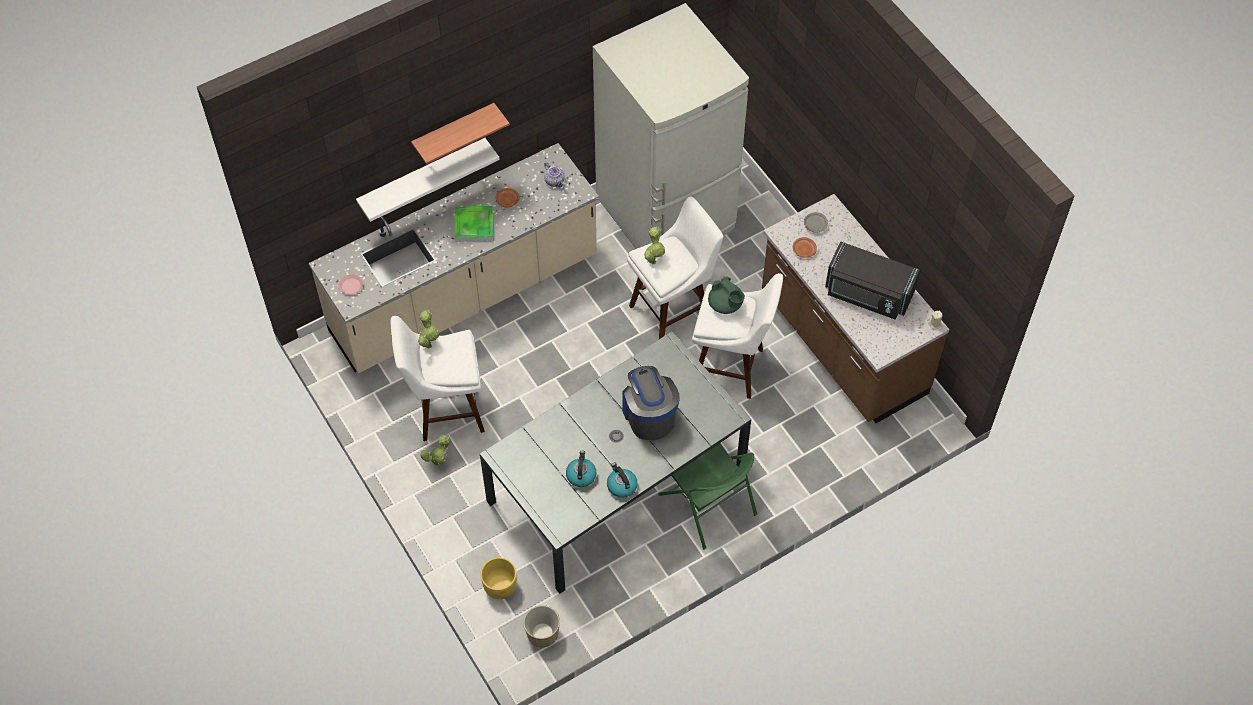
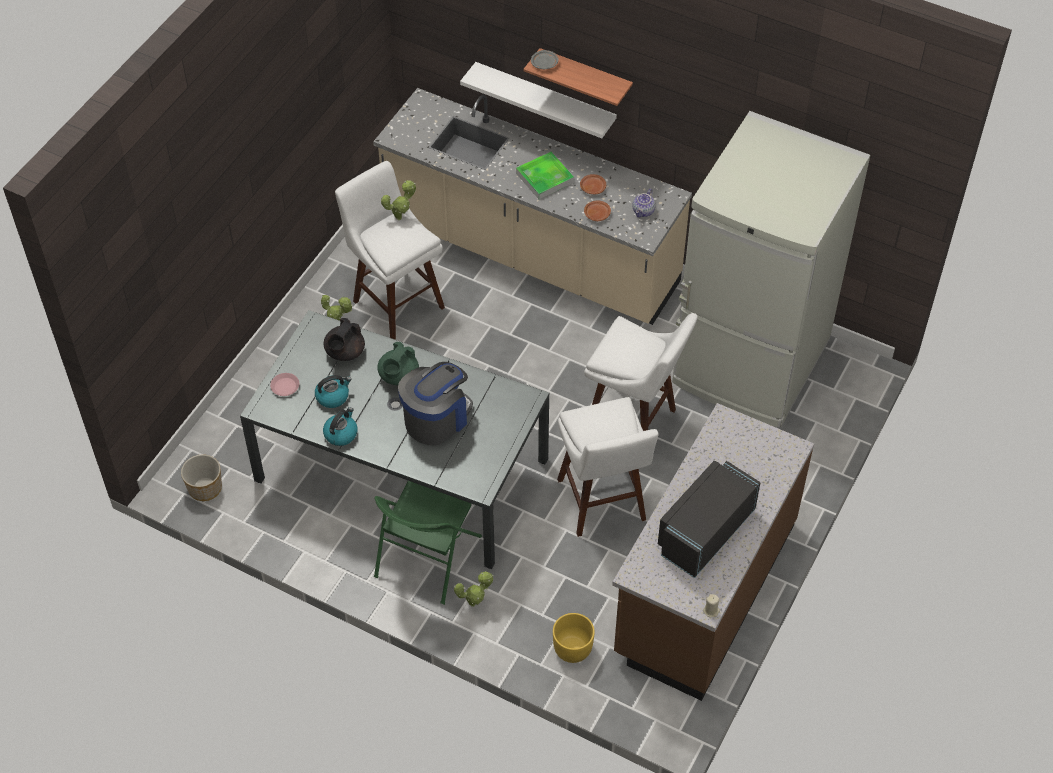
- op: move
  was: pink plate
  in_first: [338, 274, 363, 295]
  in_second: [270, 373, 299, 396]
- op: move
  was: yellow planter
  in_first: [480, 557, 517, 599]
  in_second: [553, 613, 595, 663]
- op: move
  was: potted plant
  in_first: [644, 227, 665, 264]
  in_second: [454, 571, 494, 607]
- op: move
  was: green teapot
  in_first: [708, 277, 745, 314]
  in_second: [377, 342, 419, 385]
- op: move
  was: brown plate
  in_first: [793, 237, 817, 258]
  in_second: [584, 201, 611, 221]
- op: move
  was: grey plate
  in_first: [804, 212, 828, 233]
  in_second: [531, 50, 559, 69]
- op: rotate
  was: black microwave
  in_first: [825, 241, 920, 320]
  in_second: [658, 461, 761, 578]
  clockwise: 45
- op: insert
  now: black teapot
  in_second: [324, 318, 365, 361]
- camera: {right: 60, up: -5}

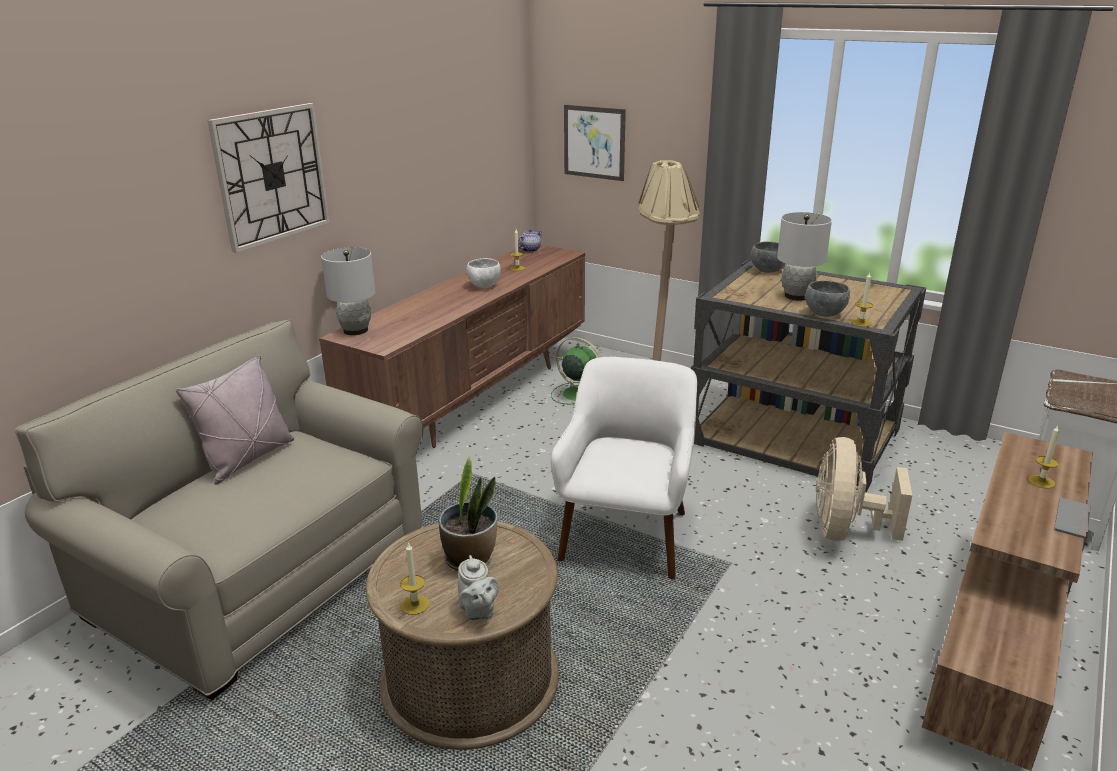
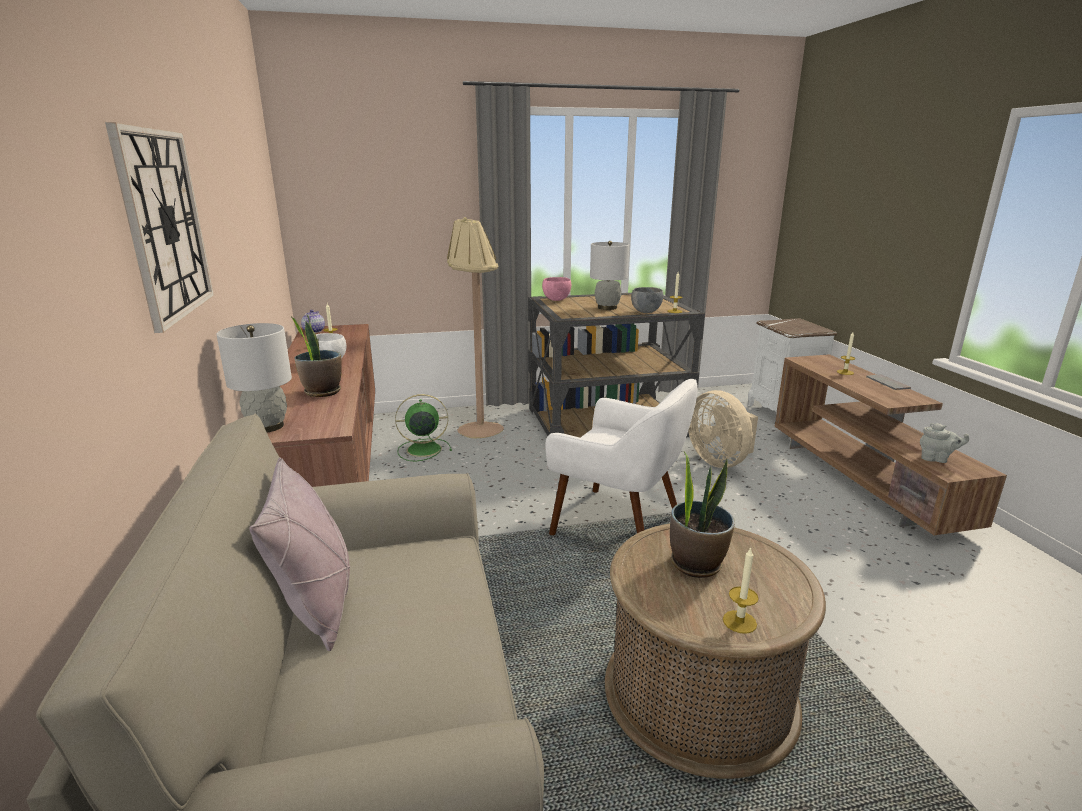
- op: move
  was: grey teapot
  in_first: [458, 555, 499, 621]
  in_second: [920, 423, 969, 463]
- op: rotate
  was: white armchair
  in_first: [551, 357, 697, 579]
  in_second: [545, 379, 698, 535]
  clockwise: 150
- op: delete
  was: picture
  in_first: [564, 105, 626, 181]
- op: recolor
  was: grey bowl
  now: pink bowl
  in_first: [751, 242, 786, 273]
  in_second: [542, 277, 571, 301]
- op: insert
  now: potted plant
  in_second: [290, 315, 342, 397]
- camera: {right: -45, up: -5}

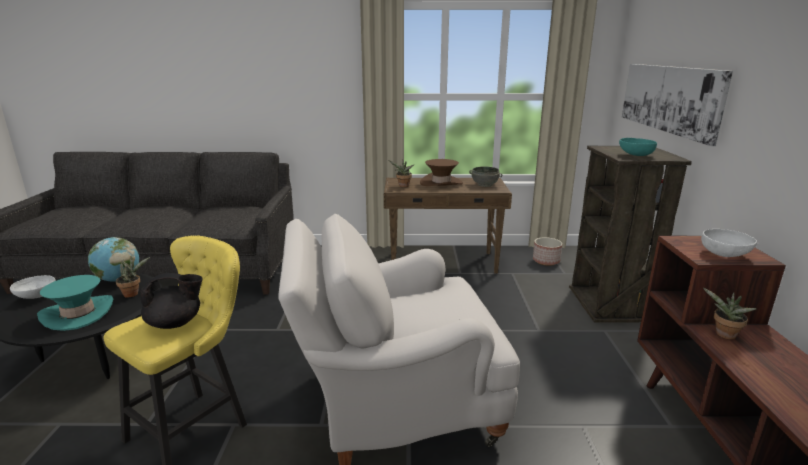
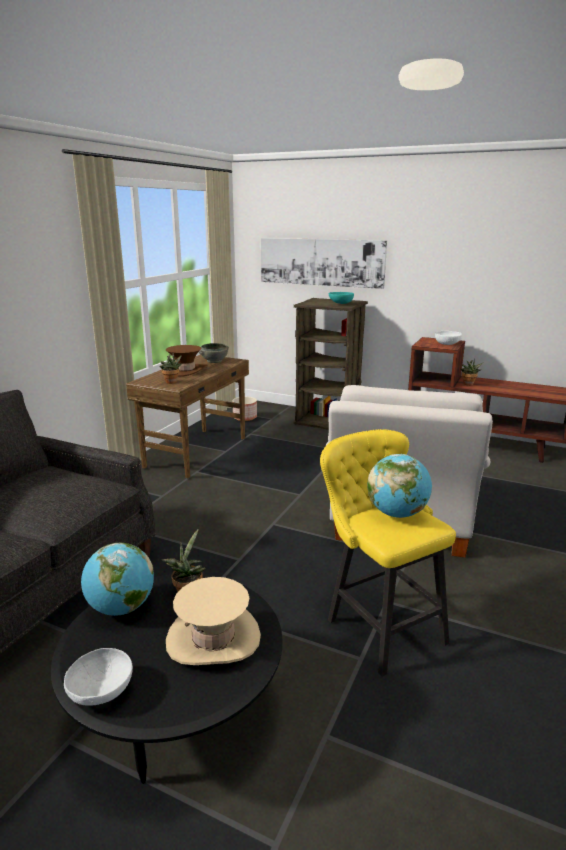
- op: recolor
  was: turquoise hat
  now: beige hat
  in_first: [37, 275, 113, 331]
  in_second: [166, 577, 261, 665]
- op: replace
  was: black teapot
  now: globe
  in_first: [140, 273, 203, 329]
  in_second: [368, 454, 432, 518]
- camera: {right: -65, up: 0}

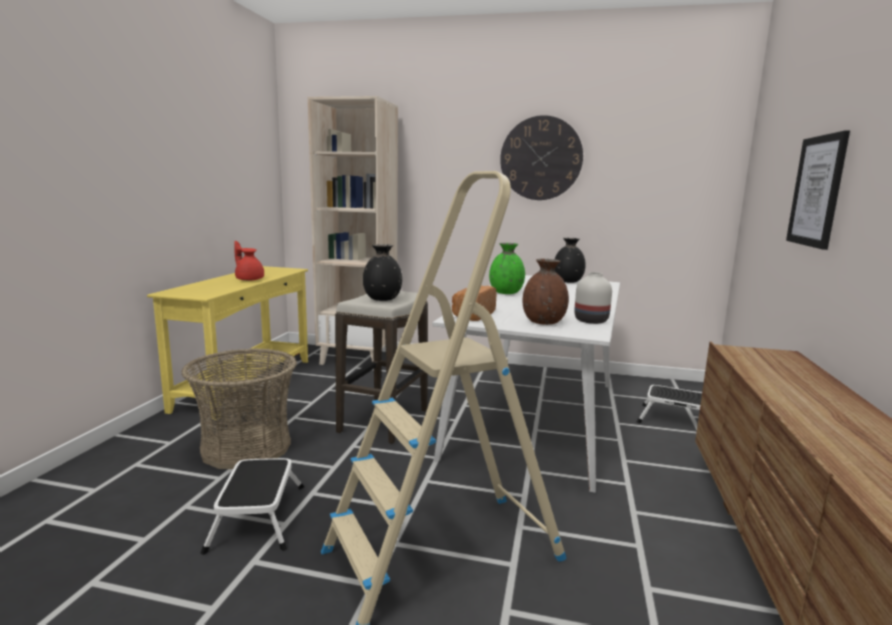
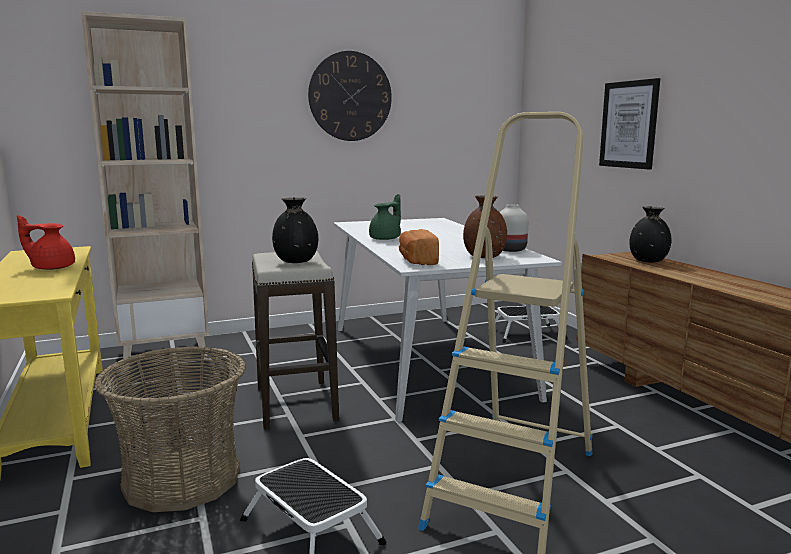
- op: replace
  was: green vase
  now: green teapot
  in_first: [489, 243, 525, 294]
  in_second: [369, 194, 401, 240]
- op: move
  was: black vase
  in_first: [555, 238, 586, 283]
  in_second: [629, 206, 672, 262]
- camera: {right: -35, up: 0}

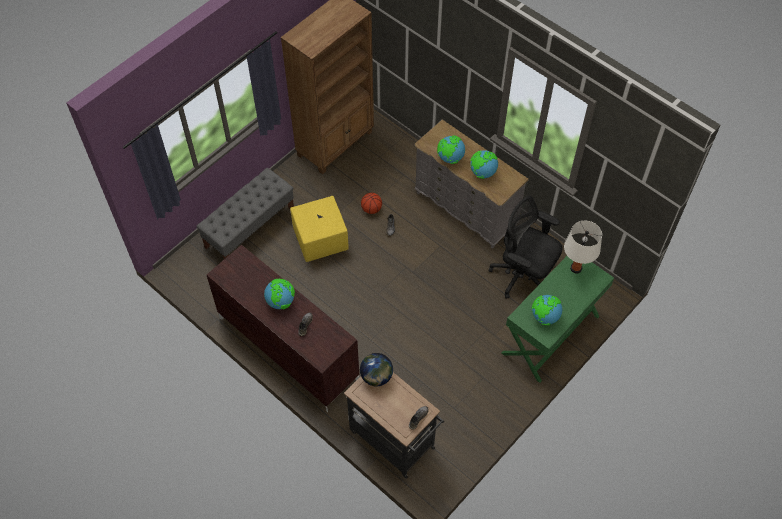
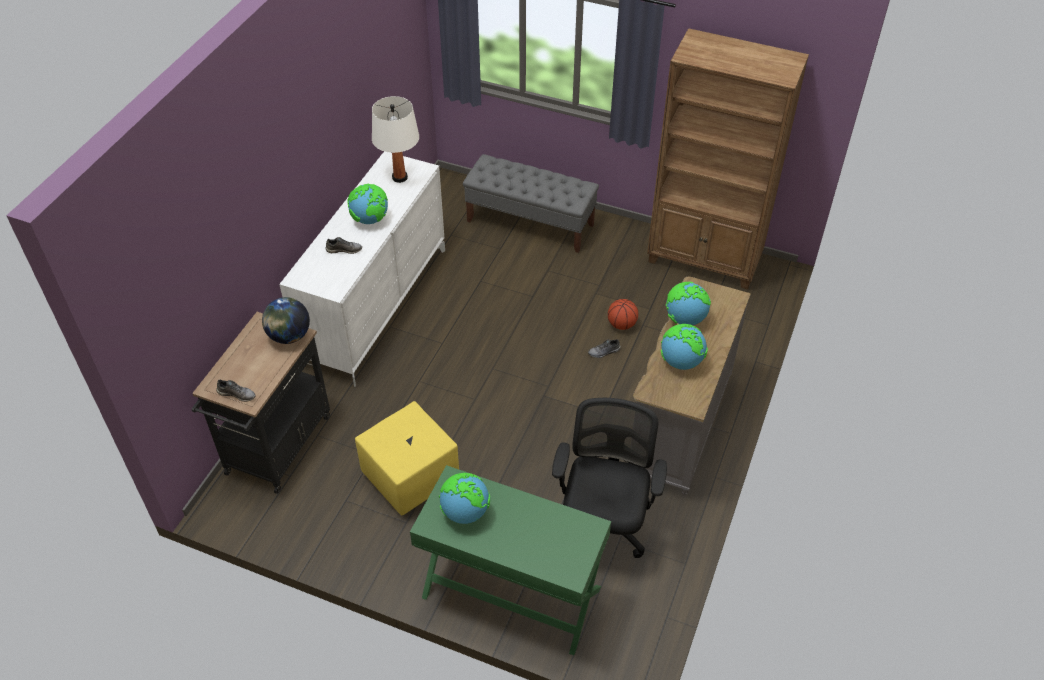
- op: recolor
  was: brown dresser
  now: white dresser
  in_first: [207, 245, 359, 412]
  in_second: [279, 151, 445, 387]
- op: move
  was: yellow ottoman
  in_first: [290, 196, 349, 262]
  in_second: [355, 401, 459, 515]
- op: move
  was: white table lamp
  in_first: [564, 221, 602, 273]
  in_second: [372, 96, 419, 183]
- camera: {right: 70, up: -10}

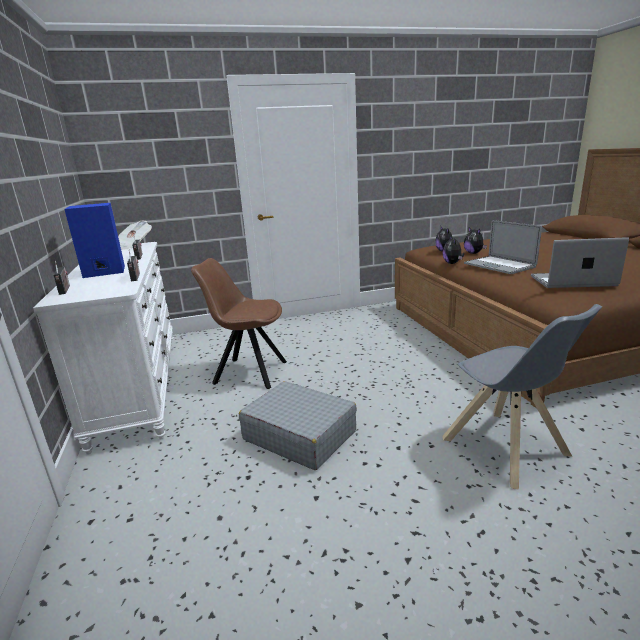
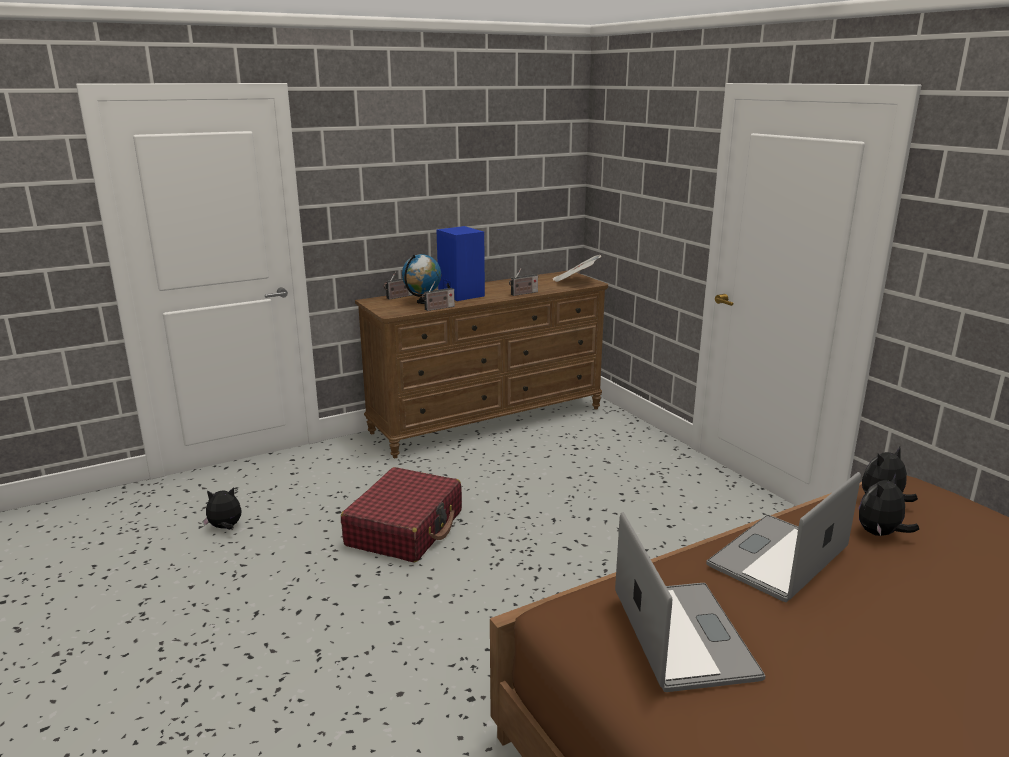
- op: recolor
  was: white dresser
  now: brown dresser
  in_first: [33, 242, 174, 455]
  in_second: [355, 271, 608, 458]
- op: delete
  was: brown chair
  in_first: [191, 258, 287, 389]
- op: recolor
  was: grey suitcase
  now: red suitcase
  in_first: [239, 381, 357, 470]
  in_second: [341, 467, 462, 563]
- op: delete
  was: grey chair
  in_first: [442, 304, 602, 490]
- op: move
  was: plush toy
  in_first: [443, 236, 464, 264]
  in_second: [202, 487, 242, 530]
- op: insert
  now: globe
  in_second: [402, 254, 441, 304]
- camera: {right: 75, up: 0}

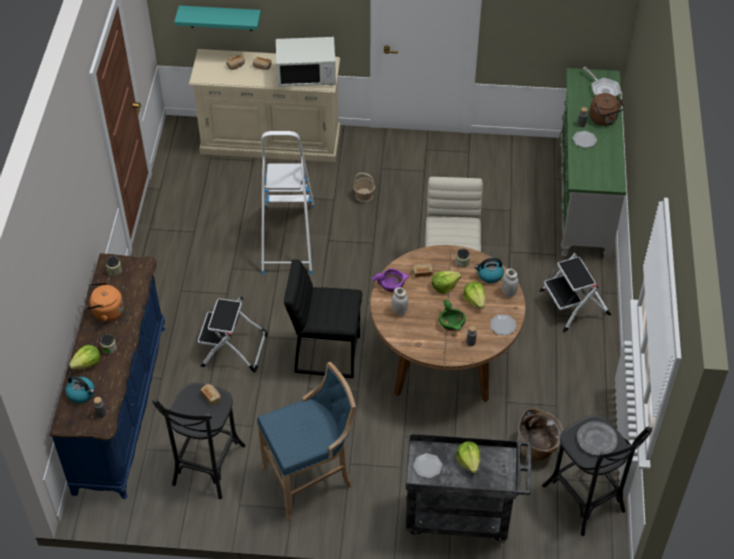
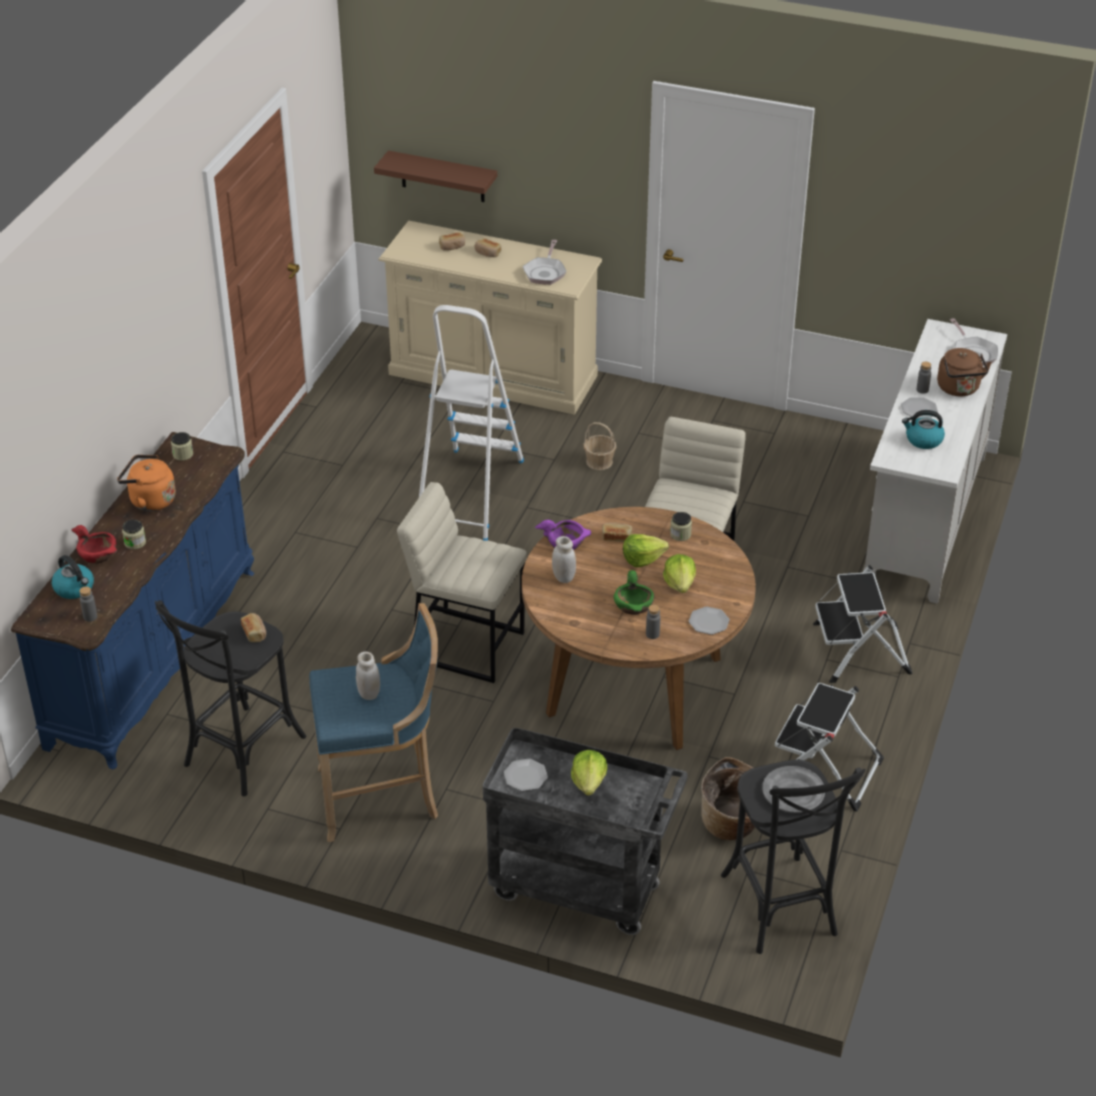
- op: replace
  was: lettuce
  now: red bowl
  in_first: [69, 345, 100, 369]
  in_second: [72, 525, 117, 563]
- op: recolor
  was: turquoise shelf
  now: brown shelf
  in_first: [174, 6, 261, 31]
  in_second: [374, 151, 497, 202]
- op: move
  was: step ladder
  in_first: [198, 297, 268, 373]
  in_second: [775, 683, 884, 812]
- op: replace
  was: white microwave
  now: frying pan
  in_first: [276, 37, 336, 87]
  in_second: [523, 240, 566, 285]
- op: recolor
  was: black chair
  now: beige chair
  in_first: [284, 259, 362, 378]
  in_second: [397, 482, 527, 683]
- op: move
  was: kettle
  in_first: [474, 258, 504, 283]
  in_second: [902, 410, 945, 449]
- op: move
  was: white jar
  in_first: [502, 269, 518, 297]
  in_second: [356, 652, 380, 700]
- op: recolor
  was: green dresser
  now: white dresser
  in_first: [559, 68, 626, 260]
  in_second: [863, 319, 1007, 604]
- camera: {right: 15, up: -10}

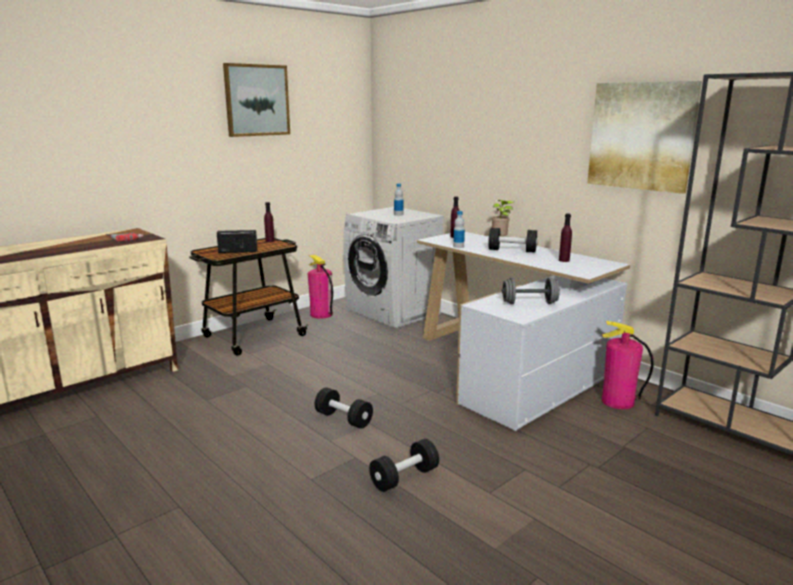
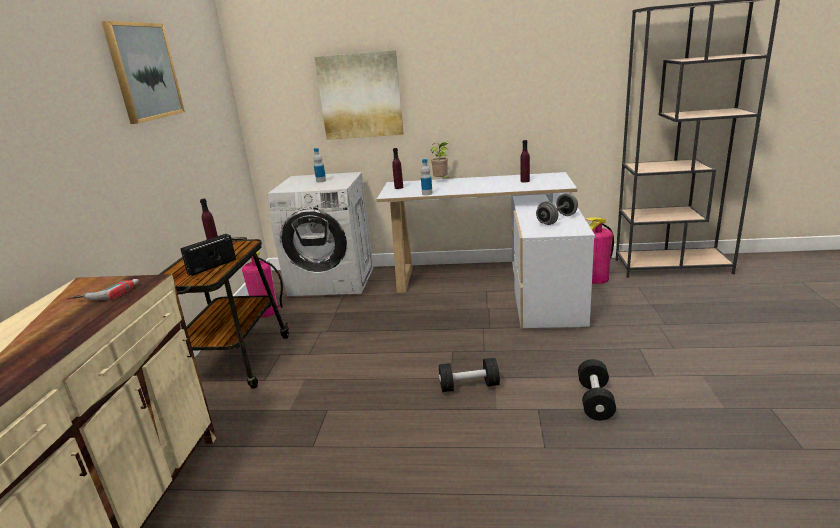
- op: delete
  was: black dumbbell
  in_first: [489, 228, 538, 253]
- op: move
  was: picture
  in_first: [587, 81, 702, 194]
  in_second: [315, 50, 404, 140]
- camera: {right: -40, up: 5}

